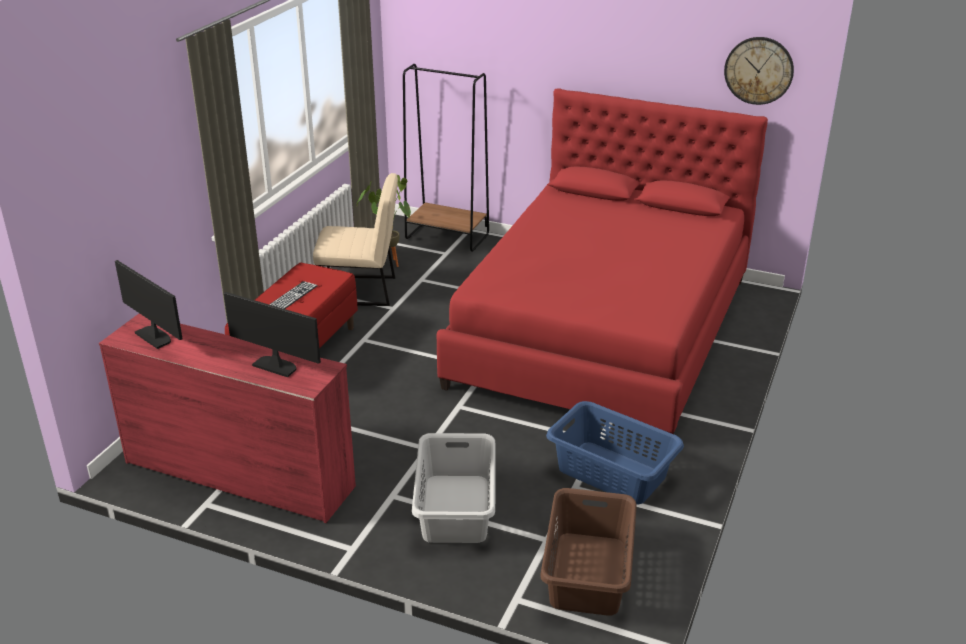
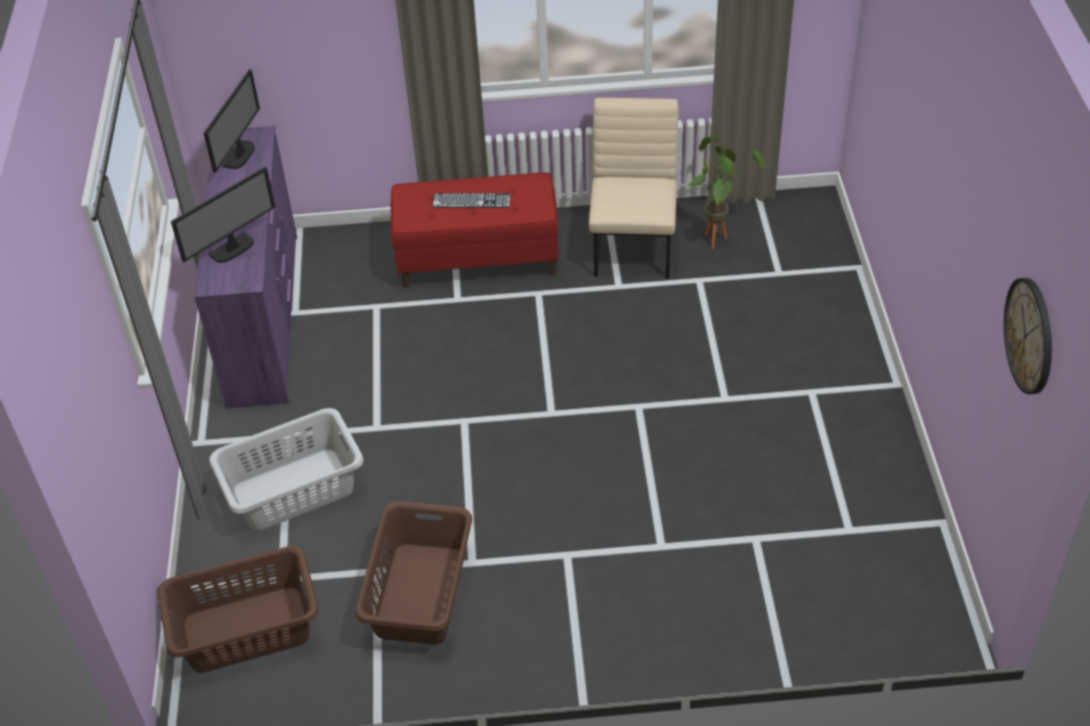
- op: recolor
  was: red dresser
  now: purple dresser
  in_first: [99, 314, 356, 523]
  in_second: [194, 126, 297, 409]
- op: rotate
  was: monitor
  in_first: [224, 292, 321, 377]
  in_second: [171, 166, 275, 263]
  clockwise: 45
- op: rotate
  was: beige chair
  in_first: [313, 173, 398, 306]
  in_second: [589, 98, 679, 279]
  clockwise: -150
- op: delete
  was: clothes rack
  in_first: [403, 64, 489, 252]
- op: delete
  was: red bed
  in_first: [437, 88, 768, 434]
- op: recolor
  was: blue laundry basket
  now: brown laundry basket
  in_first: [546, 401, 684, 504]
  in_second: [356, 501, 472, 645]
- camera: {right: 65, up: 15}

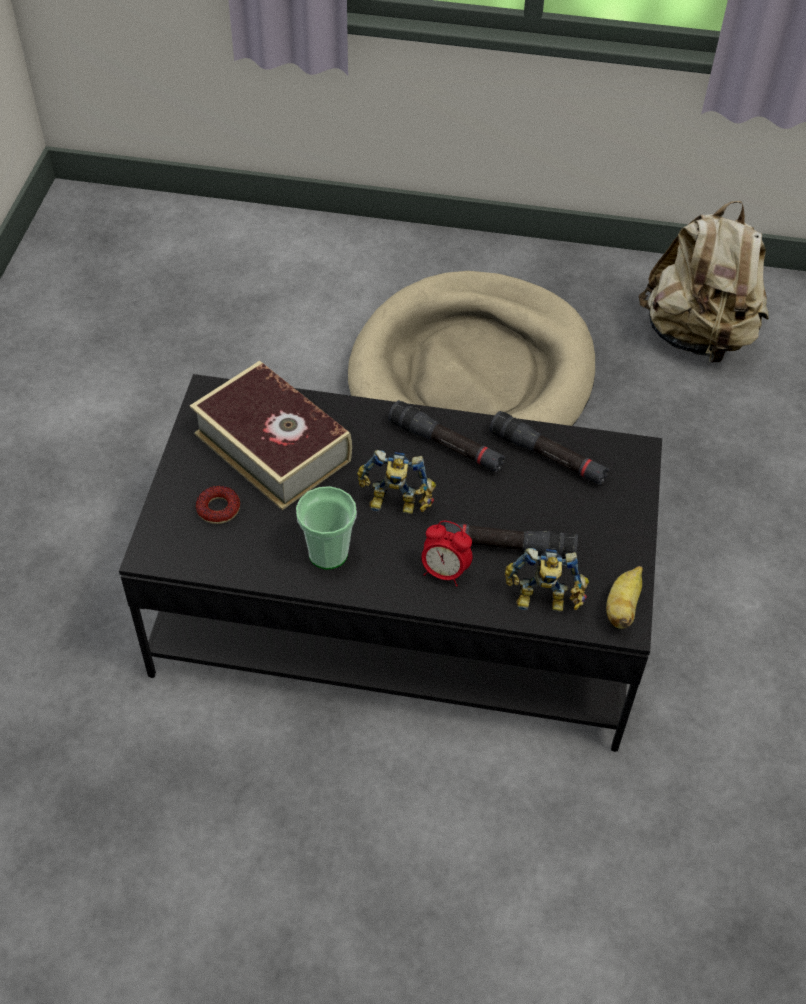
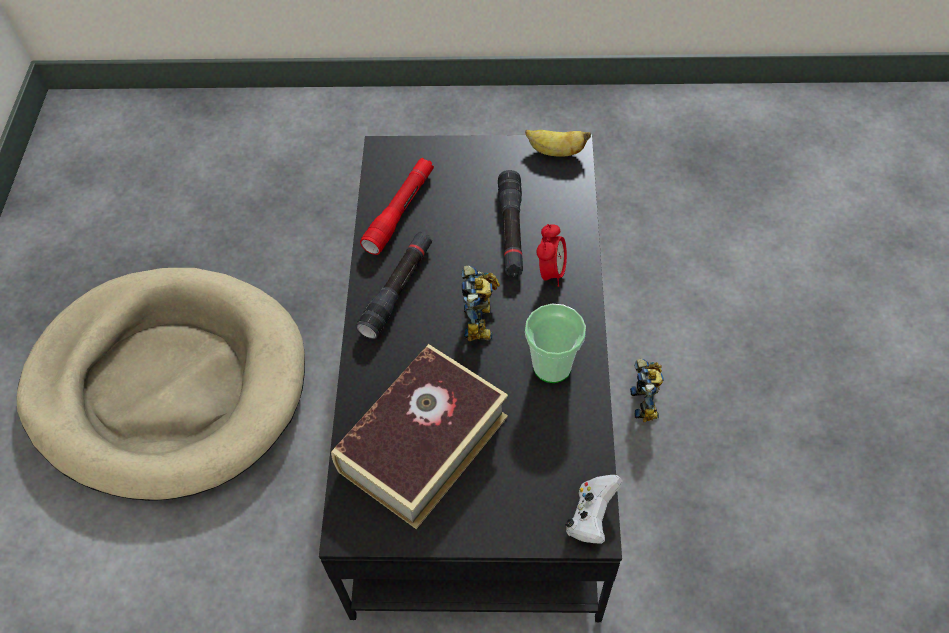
- op: delete
  was: donut
  in_first: [196, 486, 240, 524]
- op: recolor
  was: black flashlight
  now: red flashlight
  in_first: [489, 411, 609, 485]
  in_second: [360, 158, 434, 255]
- op: move
  was: toy robot
  in_first: [505, 548, 589, 611]
  in_second: [630, 359, 664, 422]
- op: delete
  was: beige backpack
  in_first: [639, 201, 769, 364]
- op: insert
  now: white game controller
  in_second: [566, 475, 623, 544]
- camera: {right: -95, up: 5}

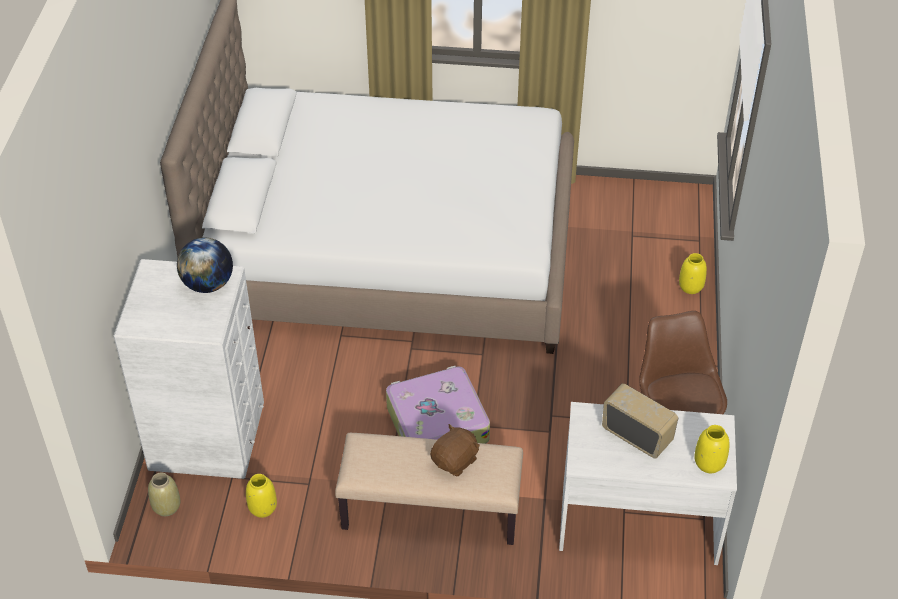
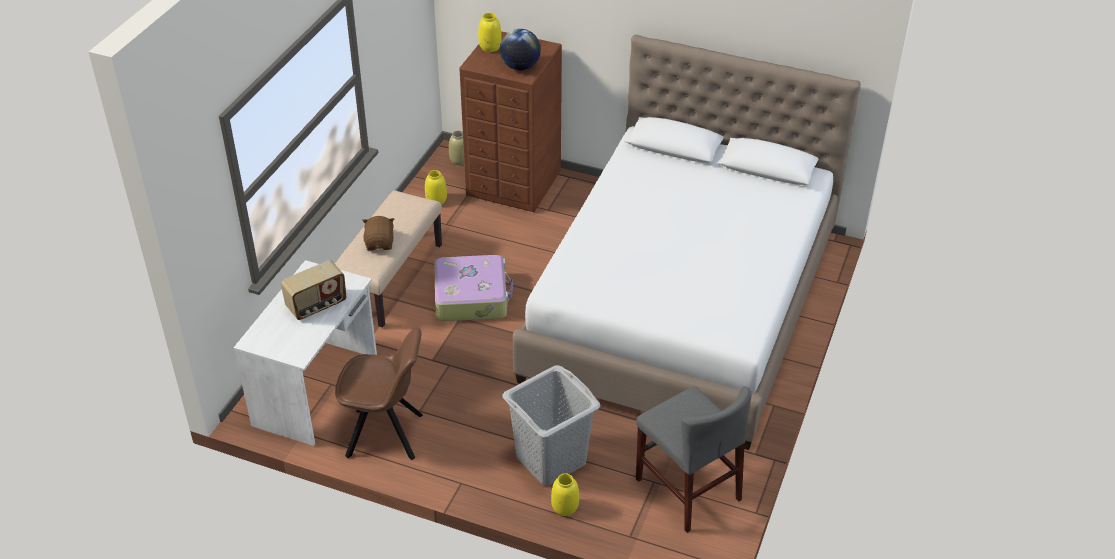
- op: recolor
  was: white dresser
  now: brown dresser
  in_first: [114, 259, 264, 479]
  in_second: [459, 31, 562, 212]
- op: rotate
  was: brown plush toy
  in_first: [430, 424, 480, 476]
  in_second: [362, 216, 394, 251]
  clockwise: -150
- op: move
  was: yellow vase
  in_first: [694, 425, 729, 473]
  in_second: [478, 13, 502, 52]
- op: insert
  now: grey laundry basket
  in_second: [502, 365, 600, 486]
- op: insert
  now: grey chair
  in_second: [636, 386, 752, 533]
- camera: {right: 105, up: -5}

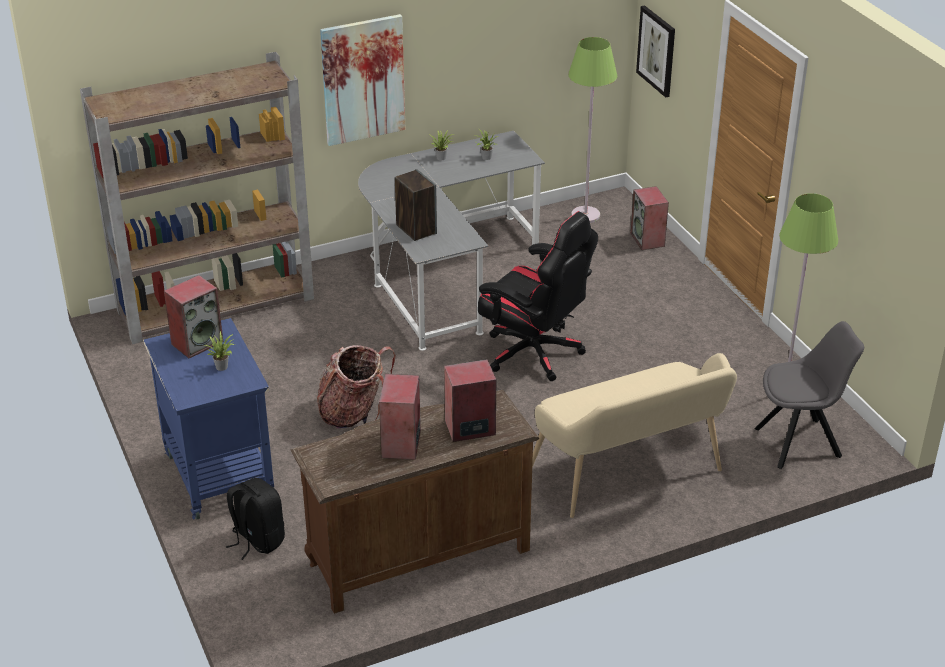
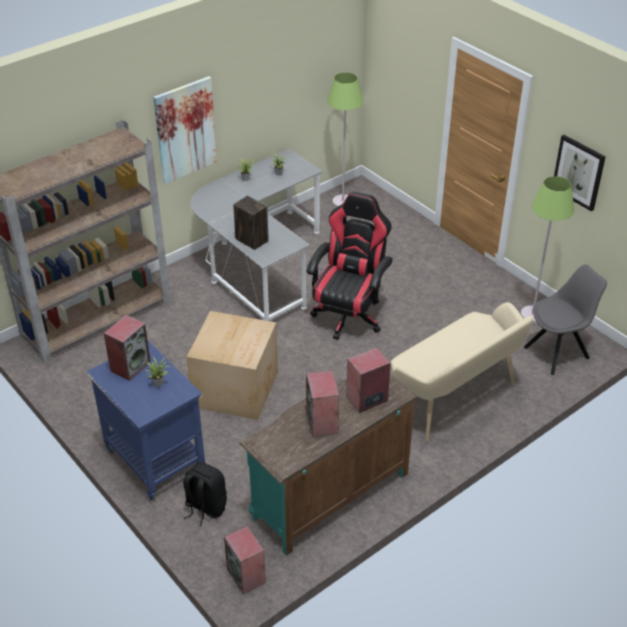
- op: recolor
  was: brown dresser
  now: turquoise dresser
  in_first: [291, 390, 539, 614]
  in_second: [239, 374, 419, 556]
- op: replace
  was: backpack
  now: cardboard box
  in_first: [317, 345, 396, 428]
  in_second: [186, 311, 278, 420]
- op: rotate
  was: black office chair
  in_first: [478, 211, 598, 381]
  in_second: [307, 192, 393, 340]
  clockwise: -90
- op: move
  was: speaker
  in_first: [630, 186, 669, 250]
  in_second: [224, 526, 266, 594]
- op: move
  was: picture
  in_first: [636, 5, 675, 98]
  in_second: [554, 135, 606, 211]
- camera: {right: -15, up: 5}

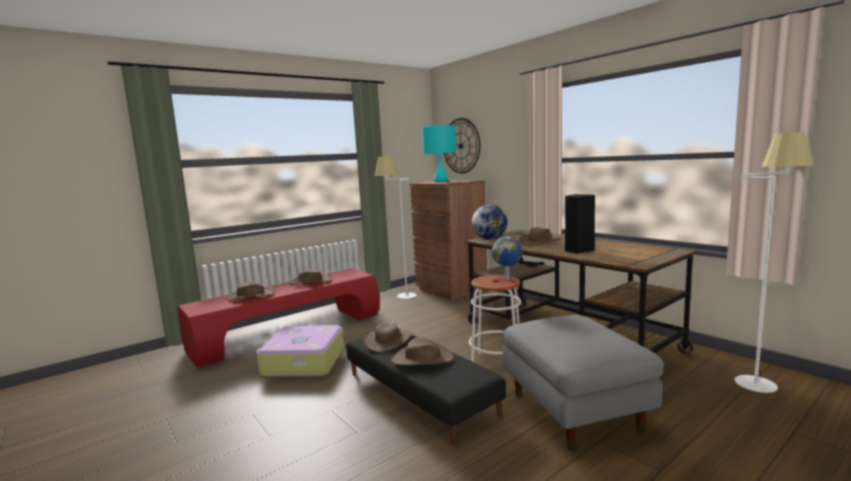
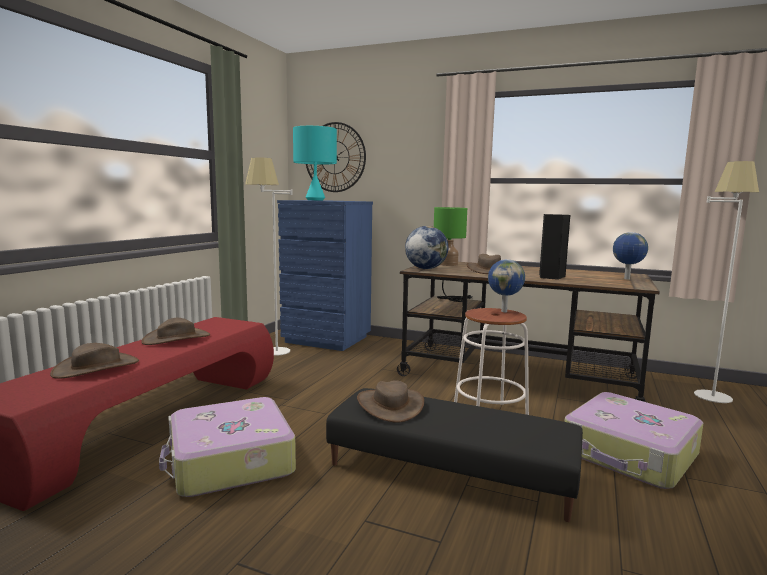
- op: delete
  was: brown hat
  in_first: [391, 337, 454, 366]
- op: recolor
  was: brown dresser
  now: blue dresser
  in_first: [410, 180, 487, 300]
  in_second: [277, 200, 373, 351]
- op: replace
  was: grey ottoman
  now: suitcase
  in_first: [502, 315, 664, 451]
  in_second: [564, 392, 703, 489]
- op: insert
  now: green table lamp
  in_second: [434, 207, 467, 266]
- op: insert
  now: globe
  in_second: [613, 232, 648, 280]
- camera: {right: -30, up: 0}

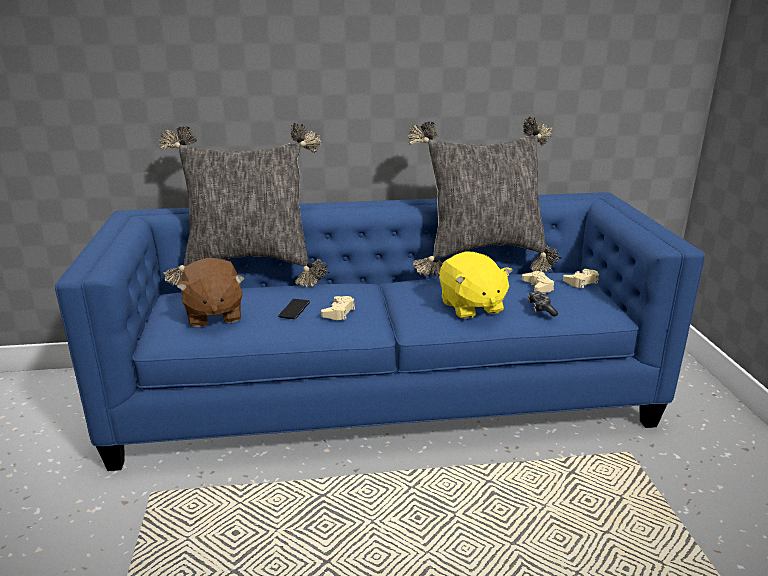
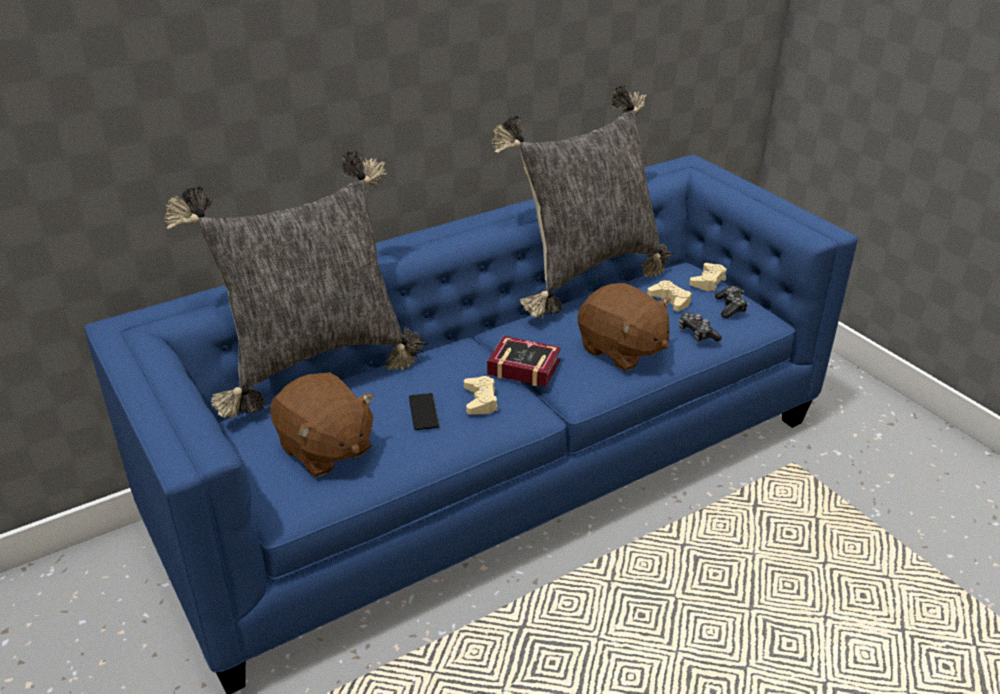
- op: recolor
  was: yellow plush toy
  now: brown plush toy
  in_first: [439, 251, 513, 319]
  in_second: [578, 283, 671, 371]
- op: insert
  now: book
  in_second: [487, 336, 561, 387]
- op: insert
  now: game controller
  in_second: [715, 286, 748, 318]
- camera: {right: -25, up: 10}

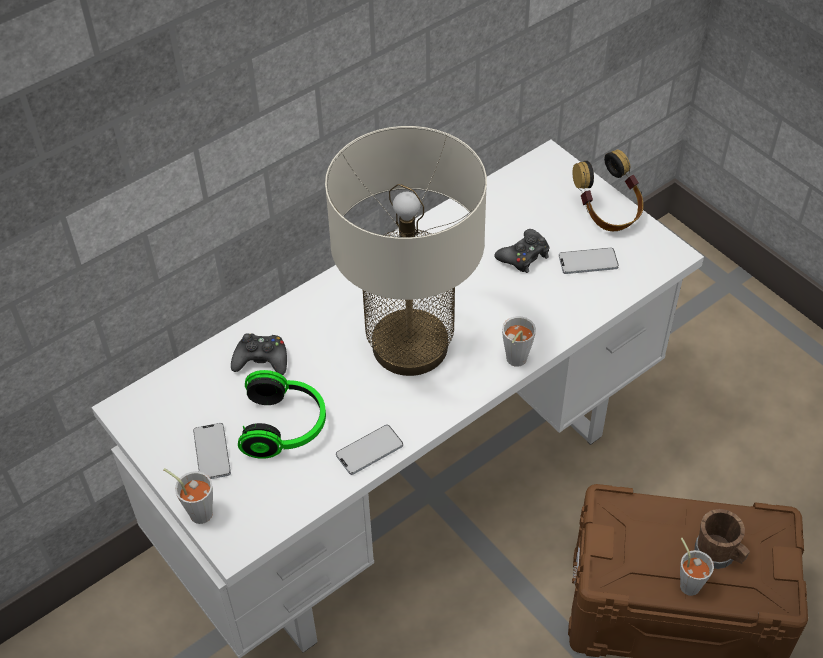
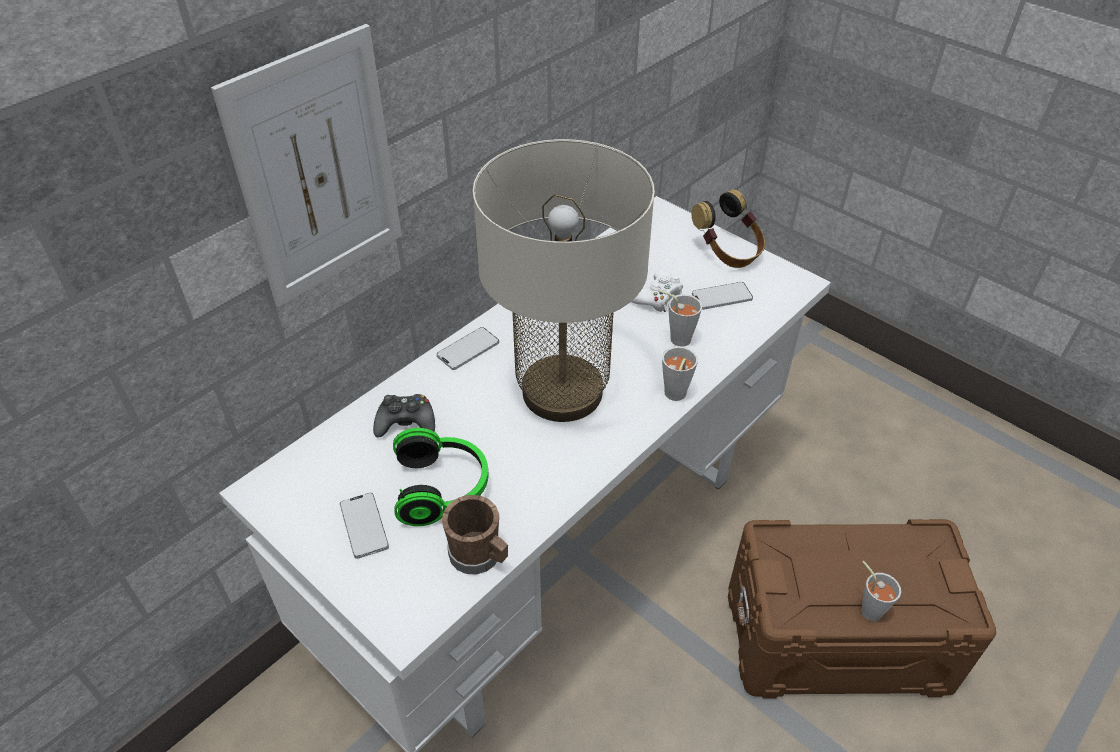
- op: move
  was: grey cup
  in_first: [163, 468, 213, 524]
  in_second: [658, 290, 702, 347]
- op: move
  was: phone
  in_first: [336, 425, 403, 475]
  in_second: [437, 327, 499, 370]
- op: recolor
  was: black game controller
  now: white game controller
  in_first: [494, 229, 550, 273]
  in_second: [631, 271, 683, 312]
- op: move
  was: brown mug
  in_first: [695, 509, 750, 569]
  in_second: [442, 495, 508, 575]
- op: insert
  now: picture
  in_second: [211, 24, 402, 307]
- camera: {right: -10, up: -5}

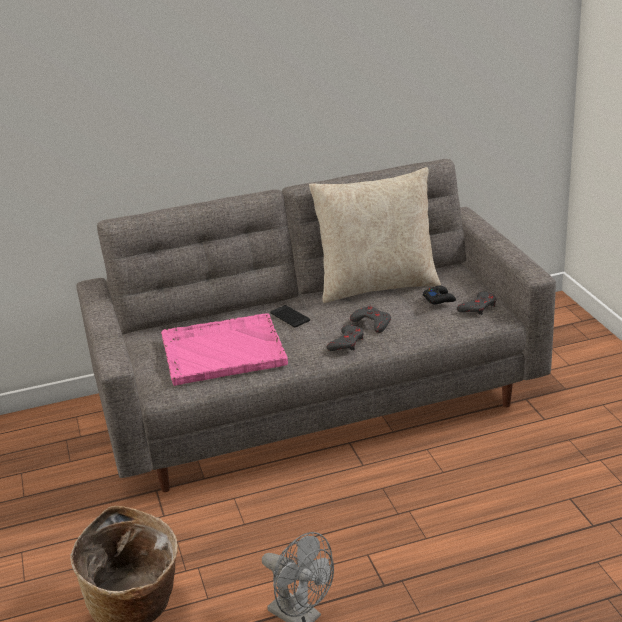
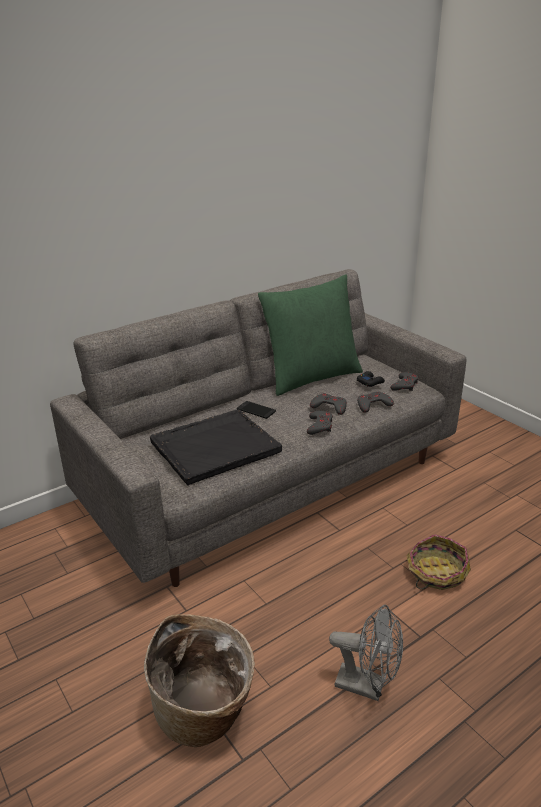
- op: recolor
  was: pink tray
  now: black tray
  in_first: [161, 313, 288, 386]
  in_second: [150, 409, 282, 485]
- op: recolor
  was: beige pillow
  now: green pillow
  in_first: [309, 167, 441, 303]
  in_second: [258, 275, 363, 396]
- op: insert
  now: grey game controller
  in_second: [357, 392, 394, 413]
- op: insert
  now: basket
  in_second: [407, 534, 471, 590]
- camera: {right: -20, up: 0}

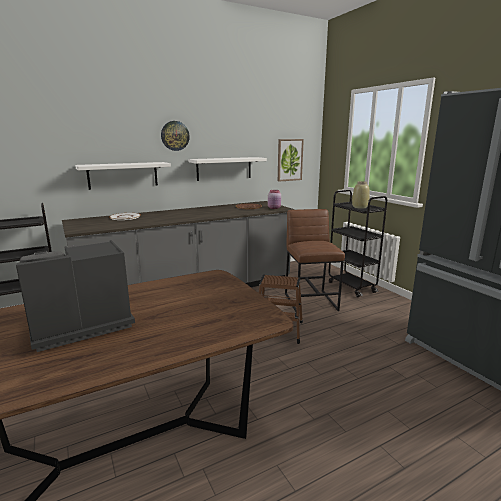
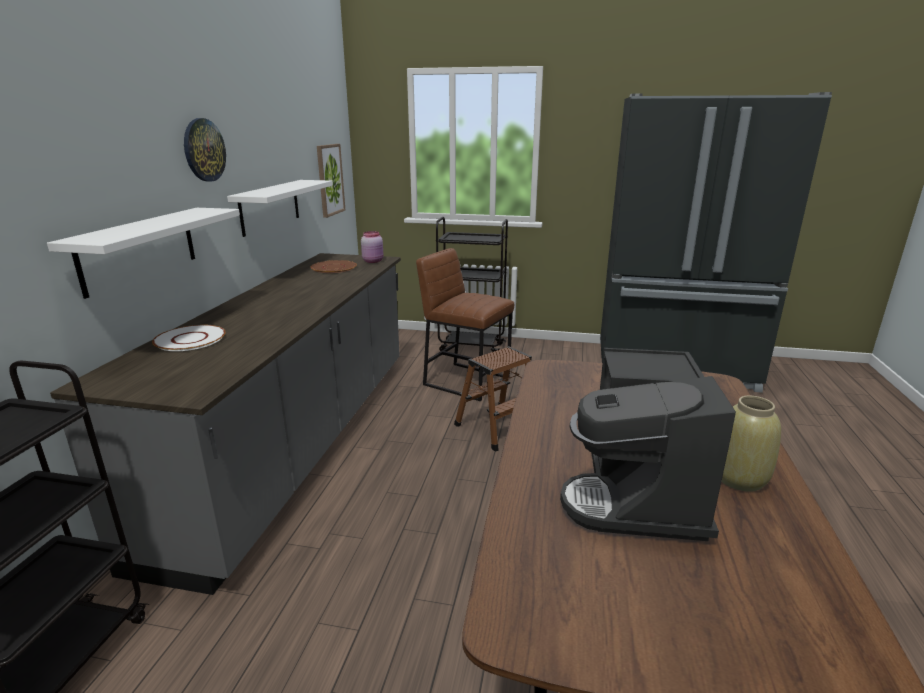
- op: move
  was: beige vase
  in_first: [352, 181, 370, 209]
  in_second: [721, 396, 781, 492]
- camera: {right: -50, up: 5}

